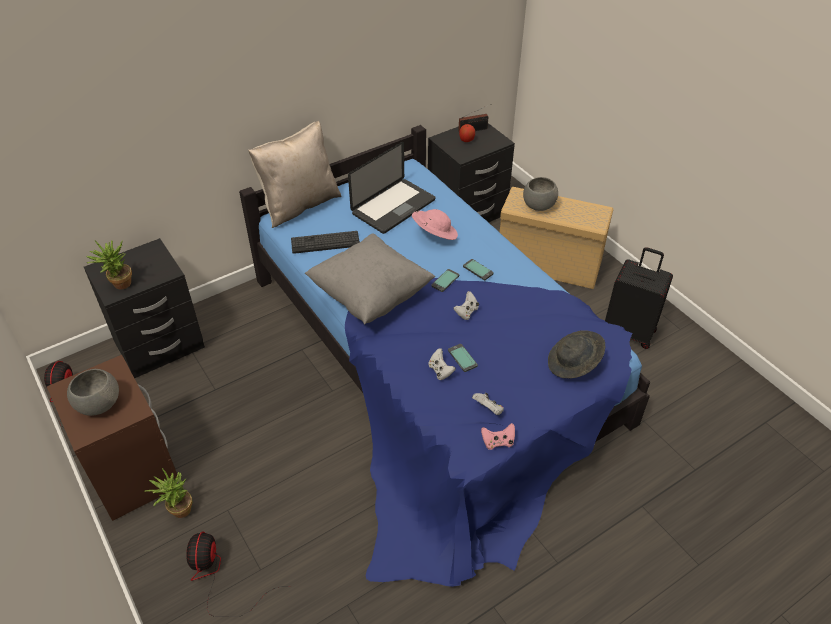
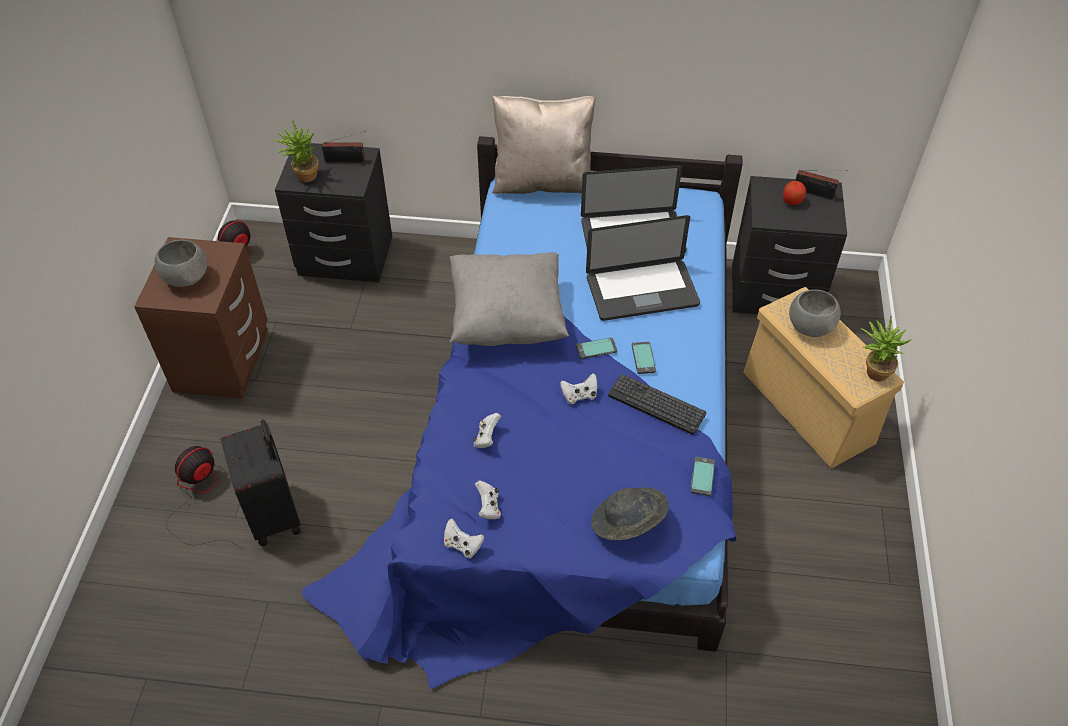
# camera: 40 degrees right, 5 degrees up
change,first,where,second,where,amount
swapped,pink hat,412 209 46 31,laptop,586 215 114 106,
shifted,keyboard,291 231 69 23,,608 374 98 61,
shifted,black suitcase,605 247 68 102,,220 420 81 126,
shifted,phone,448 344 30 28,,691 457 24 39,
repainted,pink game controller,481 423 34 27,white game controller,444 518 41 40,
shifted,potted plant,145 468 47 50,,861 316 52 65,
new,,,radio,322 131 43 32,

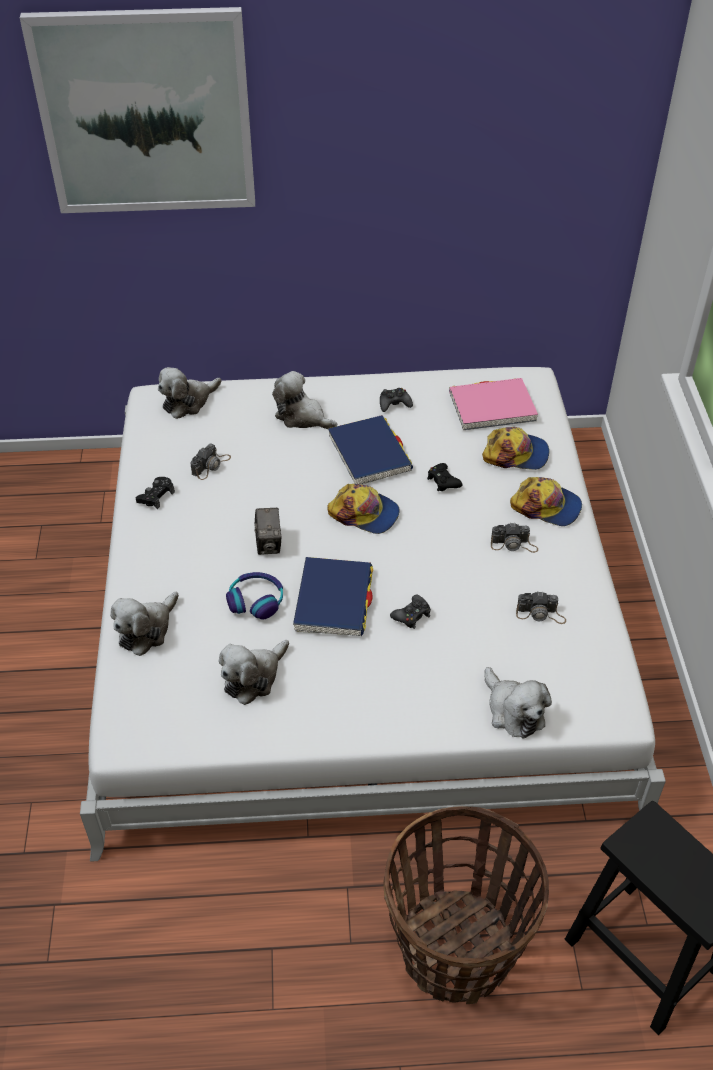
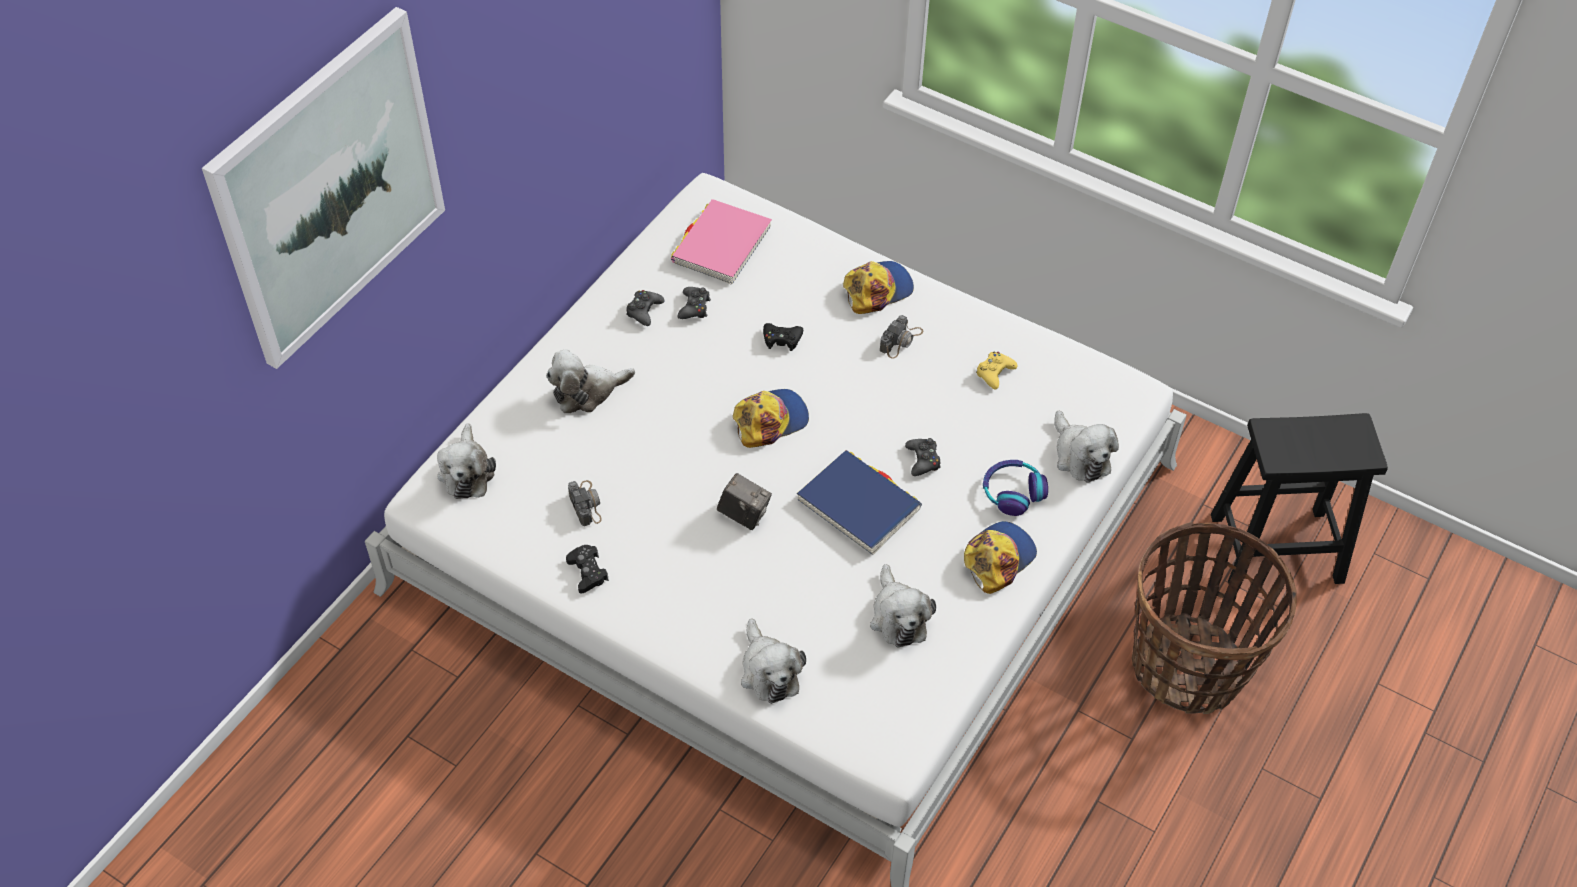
# camera: 55 degrees left, 5 degrees up
change,first,where,second,where,amount
gone,blue book,328 415 85 70,,,
shifted,cap,482 427 67 43,,964 521 73 73,
shifted,headphones,226 572 57 48,,983 460 65 56,
swapped,photo camera,516 591 50 33,yellow game controller,976 352 41 38,
rotated,plush toy,484 667 68 72,,1054 411 65 72,60 degrees clockwise
new,,,black game controller,678 287 33 32,

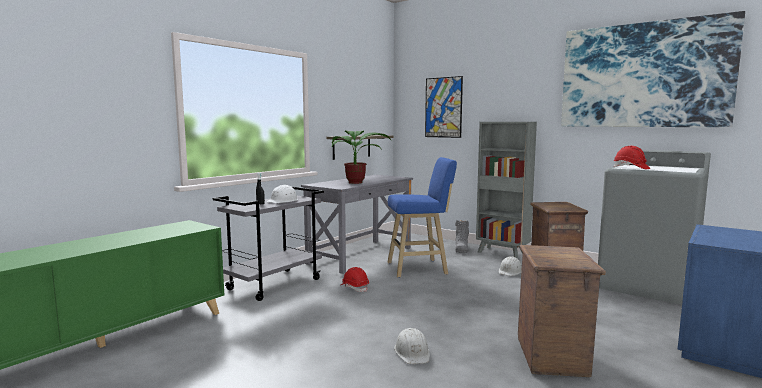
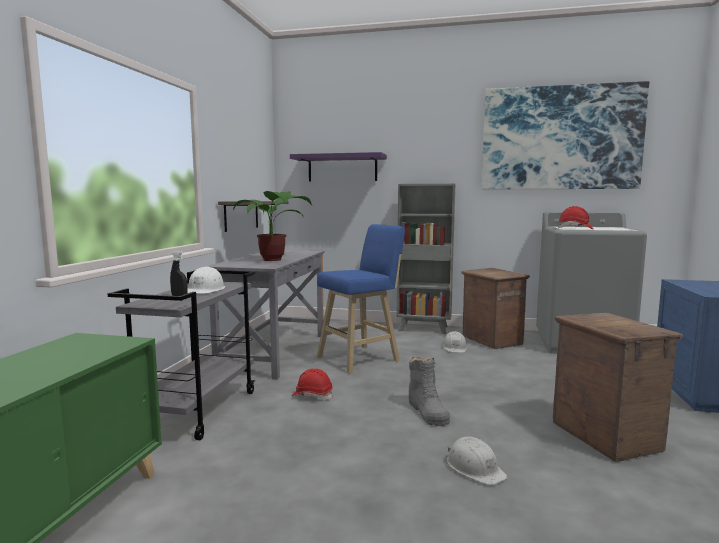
# camera: 25 degrees left, 0 degrees up
change,first,where,second,where,amount
swapped,picture,425 76 38 62,purple shelf,290 152 97 29,
shifted,grey boot,455 220 14 33,,408 357 42 69,

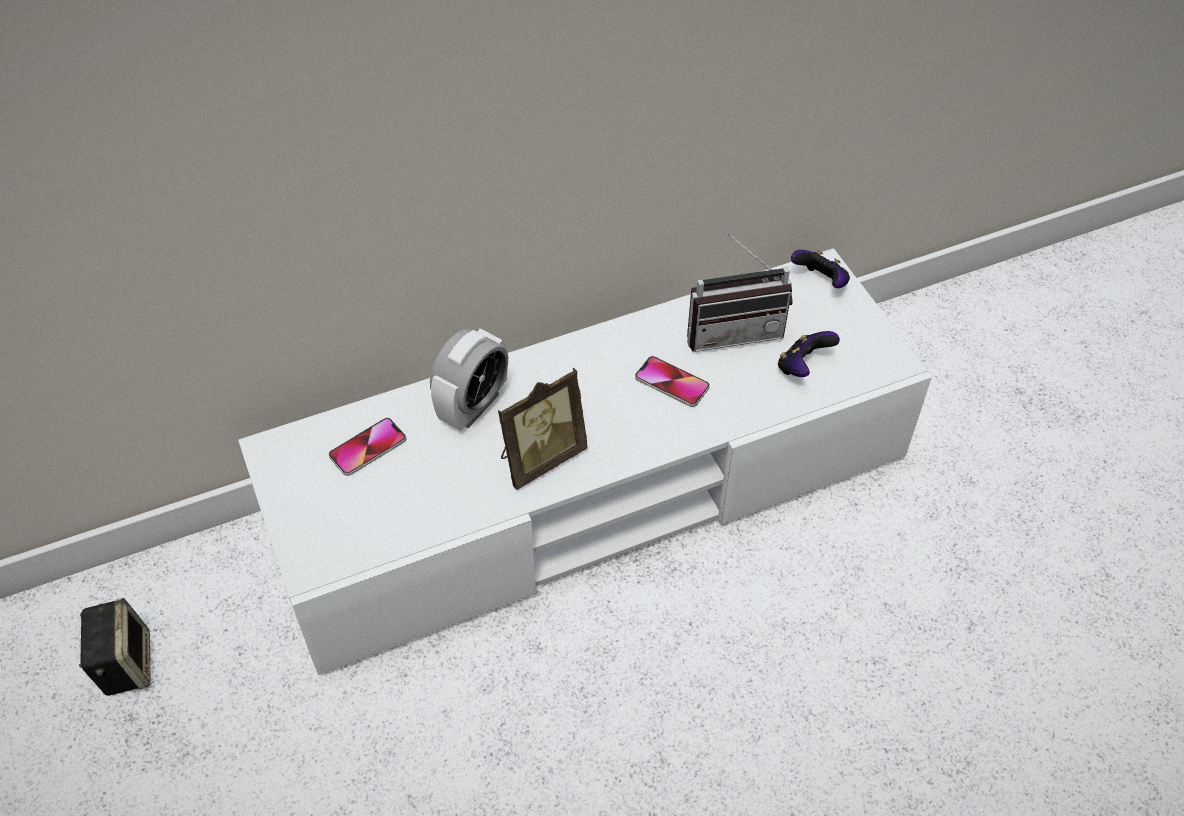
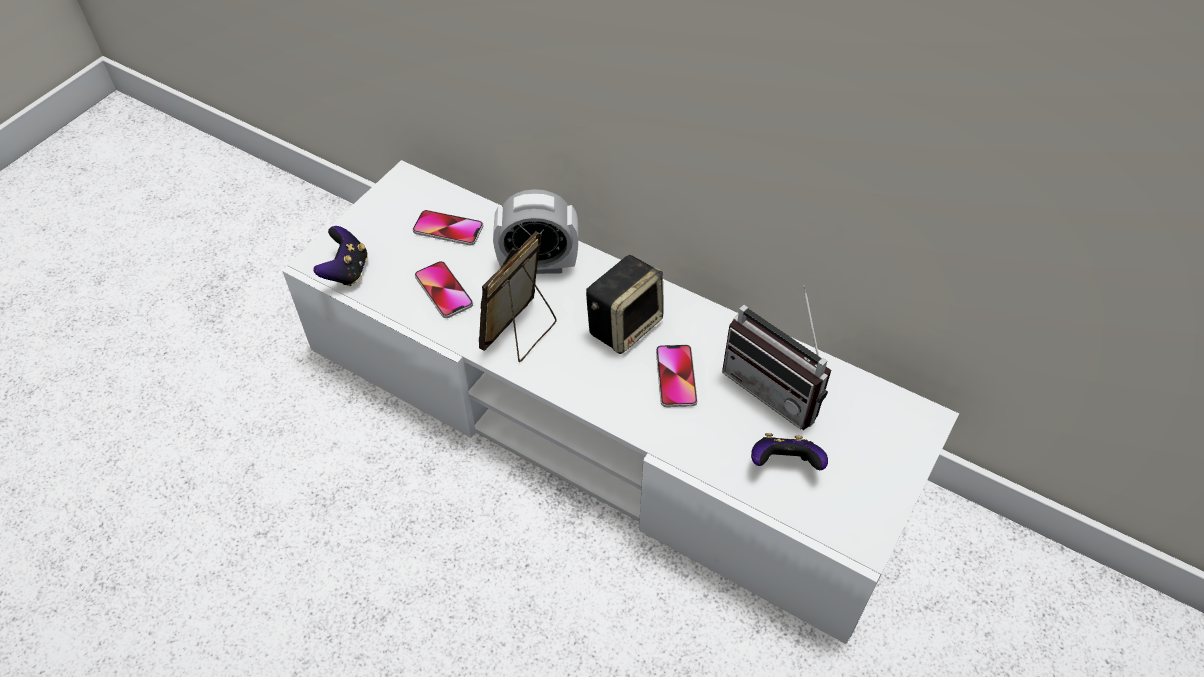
# camera: 55 degrees right, 0 degrees up
change,first,where,second,where,amount
shifted,game controller,791 250 59 38,,314 226 54 60,
rotated,picture frame,498 368 89 122,,479 232 78 130,105 degrees clockwise
shifted,speaker,79 598 71 98,,586 255 77 99,
new,,,phone,415 261 58 57,

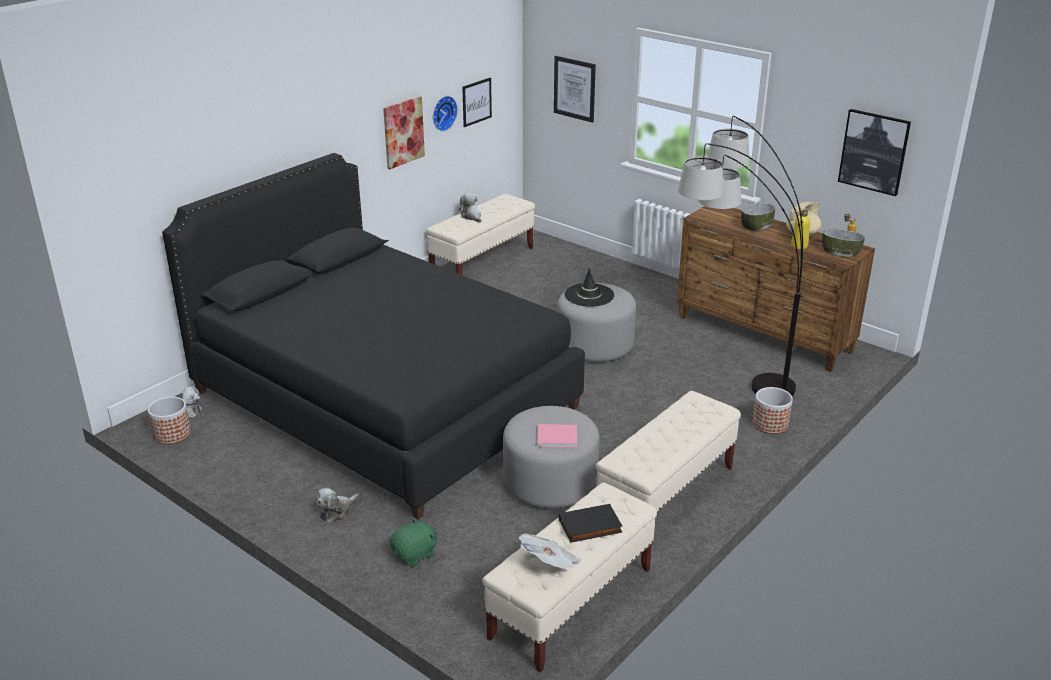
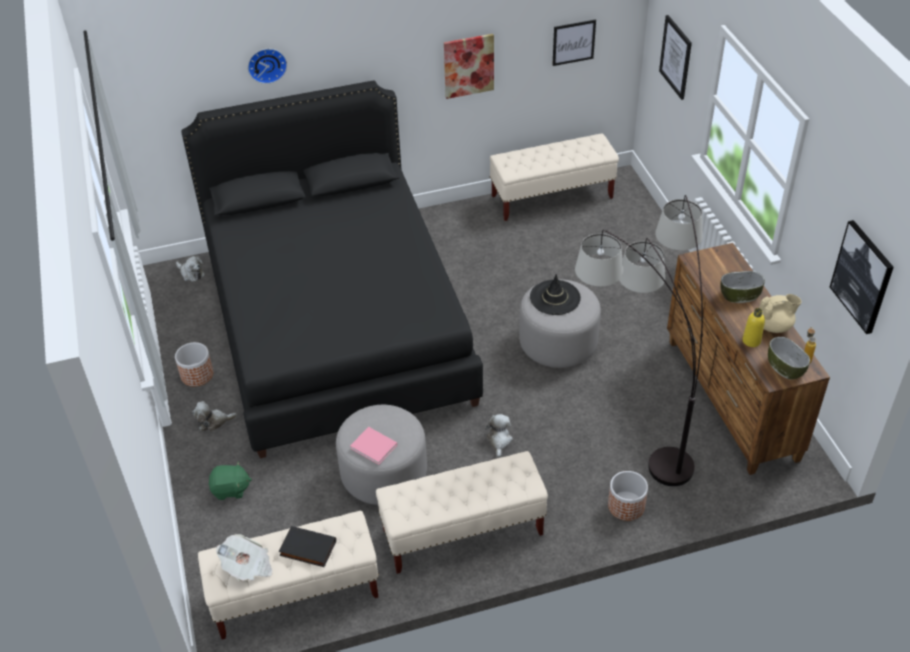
# camera: 35 degrees right, 15 degrees up
change,first,where,second,where,amount
shifted,wall clock,433 96 25 35,,248 49 39 35,
shifted,plush toy,459 193 22 29,,485 414 28 44,
shifted,planter,148 397 43 47,,175 342 38 45,

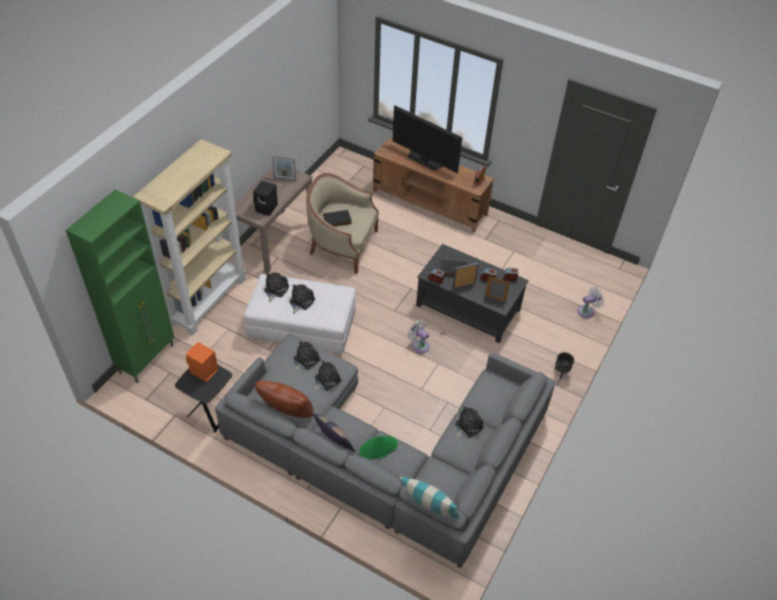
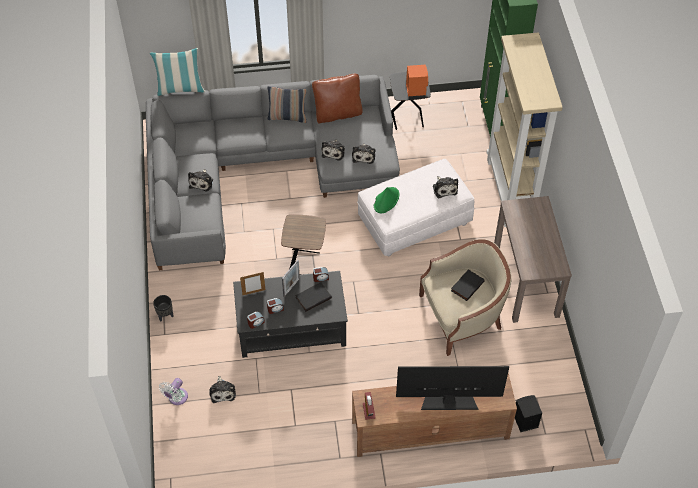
# camera: 145 degrees right, 5 degrees up
change,first,where,second,where,amount
gone,picture frame,272 155 24 26,,,
shifted,black speaker,253 180 25 36,,515 395 27 37,
shifted,plush toy,290 284 25 30,,210 376 26 27,
swapped,white fan,407 319 23 34,brown side table,281 214 45 61,
shifted,green hat,359 436 39 24,,374 187 25 26,

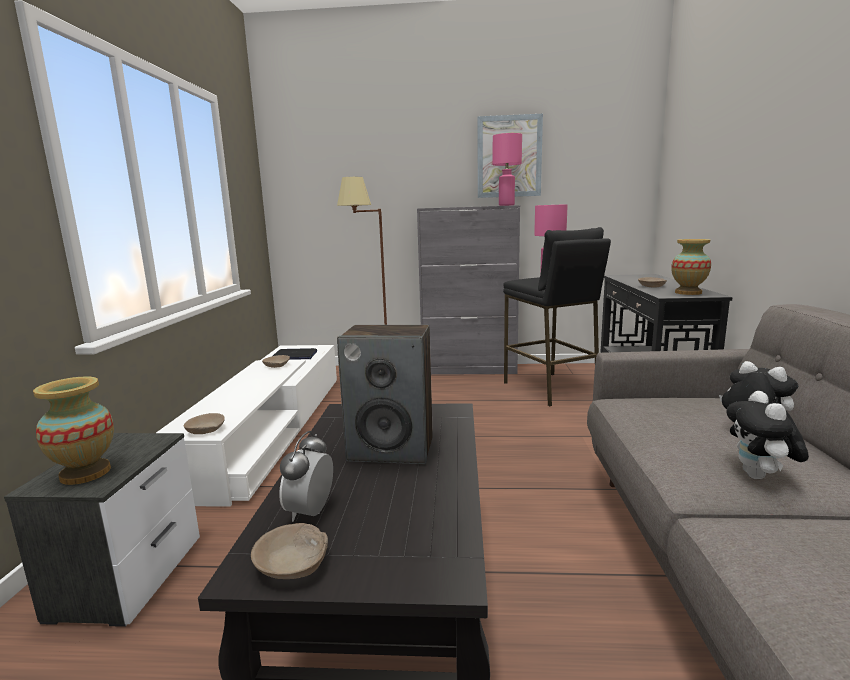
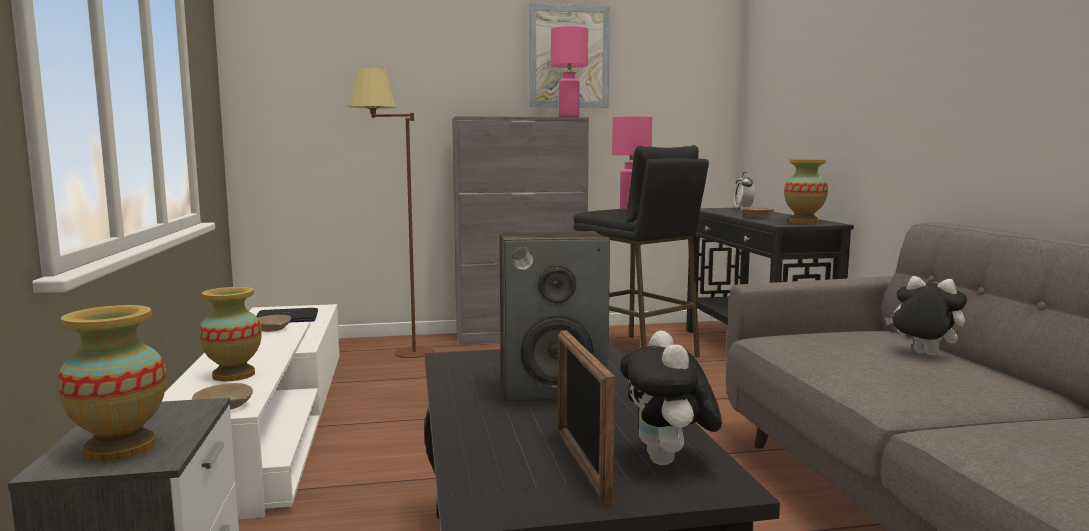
# camera: 15 degrees left, 5 degrees down
change,first,where,second,where,amount
shifted,plush toy,727 391 82 88,,620 331 102 134,
shifted,alarm clock,279 431 54 91,,734 172 21 38,
gone,beige bowl,251 523 77 56,,,
new,,,vase,199 287 63 94,
new,,,picture frame,558 330 57 174,

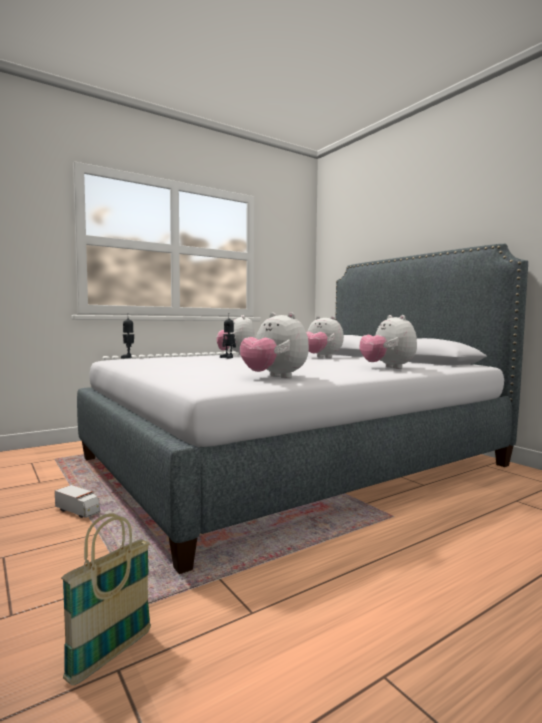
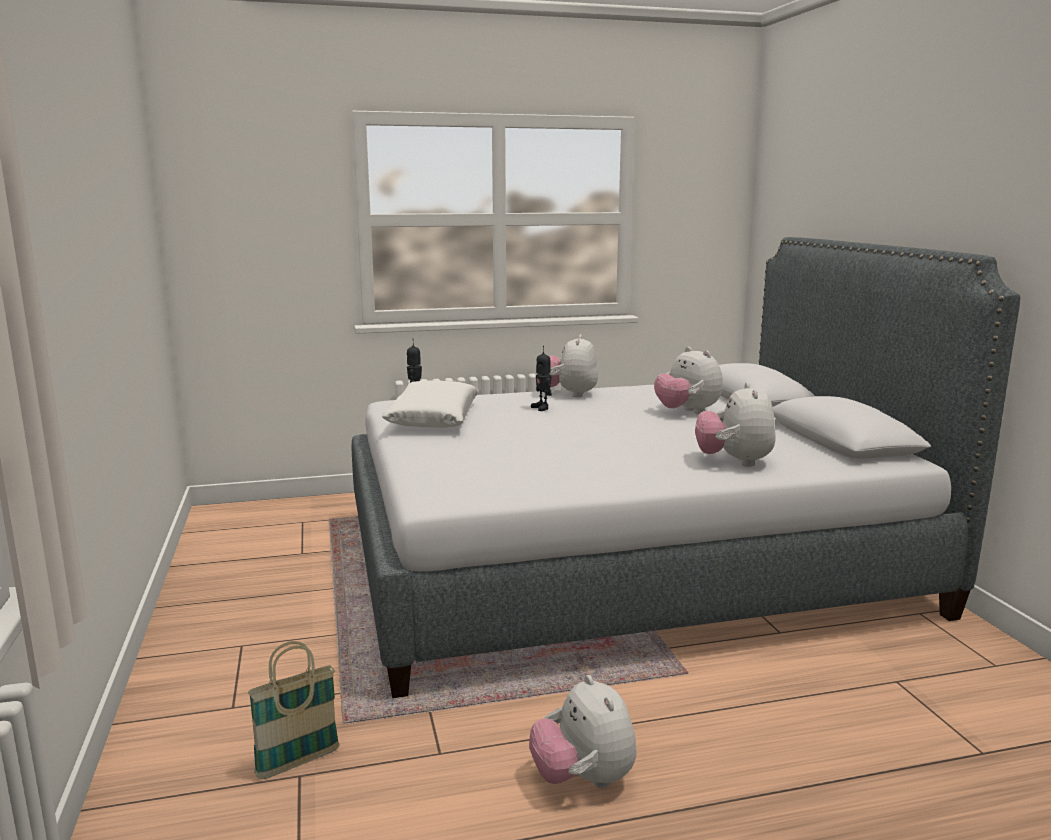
# camera: 20 degrees right, 10 degrees up
change,first,where,second,where,amount
shifted,plush toy,240 312 69 66,,529 675 108 113,
gone,toy truck,55 485 45 33,,,
new,,,white pillow,382 380 97 48,

